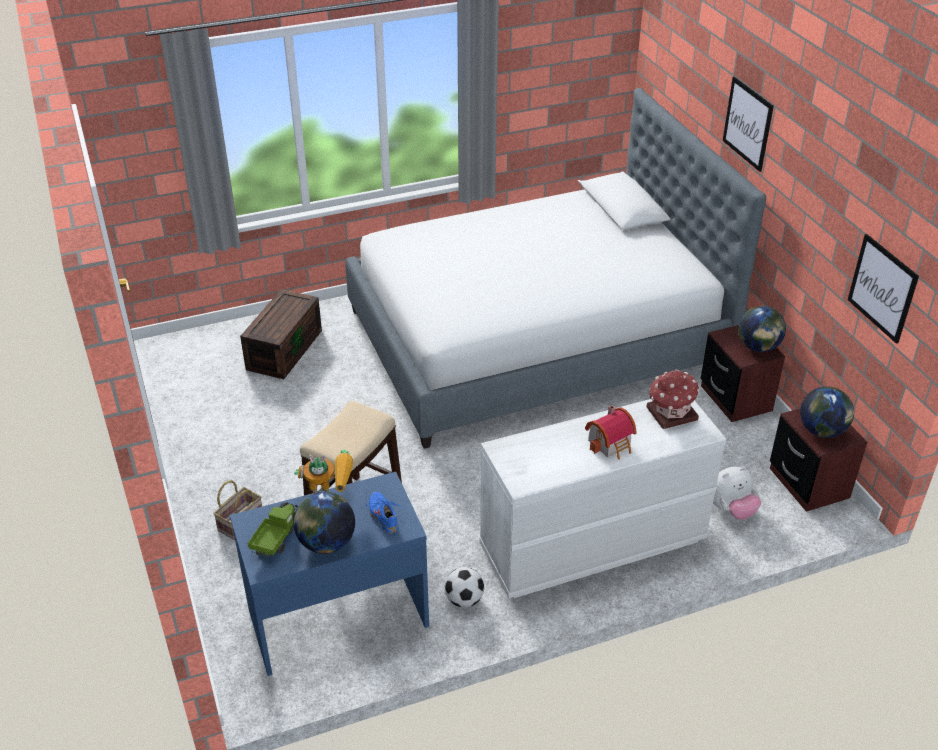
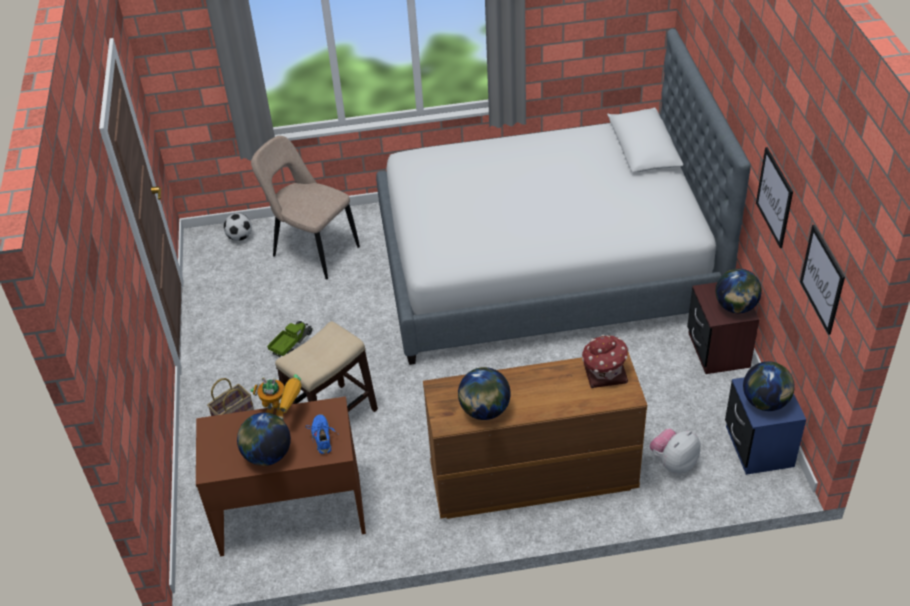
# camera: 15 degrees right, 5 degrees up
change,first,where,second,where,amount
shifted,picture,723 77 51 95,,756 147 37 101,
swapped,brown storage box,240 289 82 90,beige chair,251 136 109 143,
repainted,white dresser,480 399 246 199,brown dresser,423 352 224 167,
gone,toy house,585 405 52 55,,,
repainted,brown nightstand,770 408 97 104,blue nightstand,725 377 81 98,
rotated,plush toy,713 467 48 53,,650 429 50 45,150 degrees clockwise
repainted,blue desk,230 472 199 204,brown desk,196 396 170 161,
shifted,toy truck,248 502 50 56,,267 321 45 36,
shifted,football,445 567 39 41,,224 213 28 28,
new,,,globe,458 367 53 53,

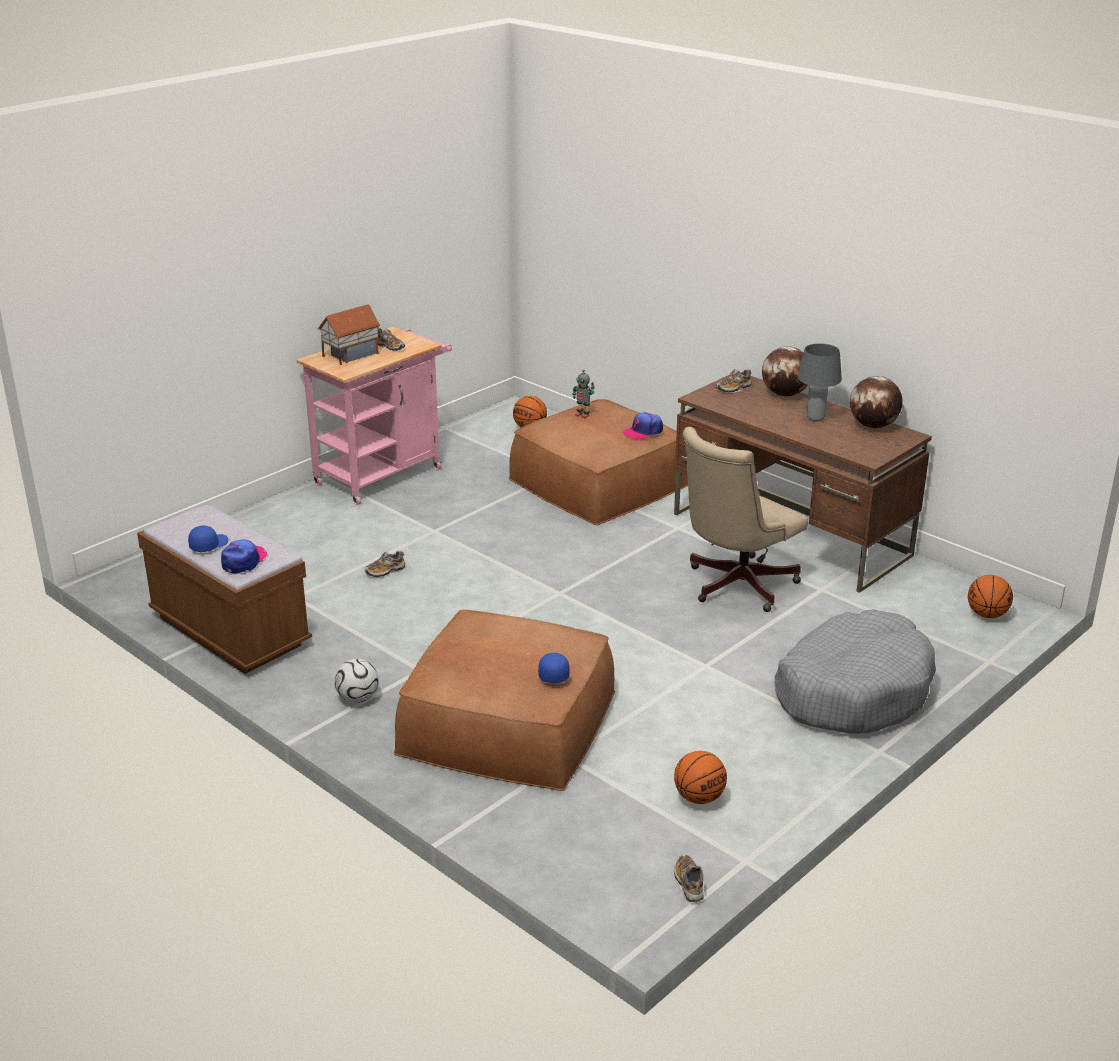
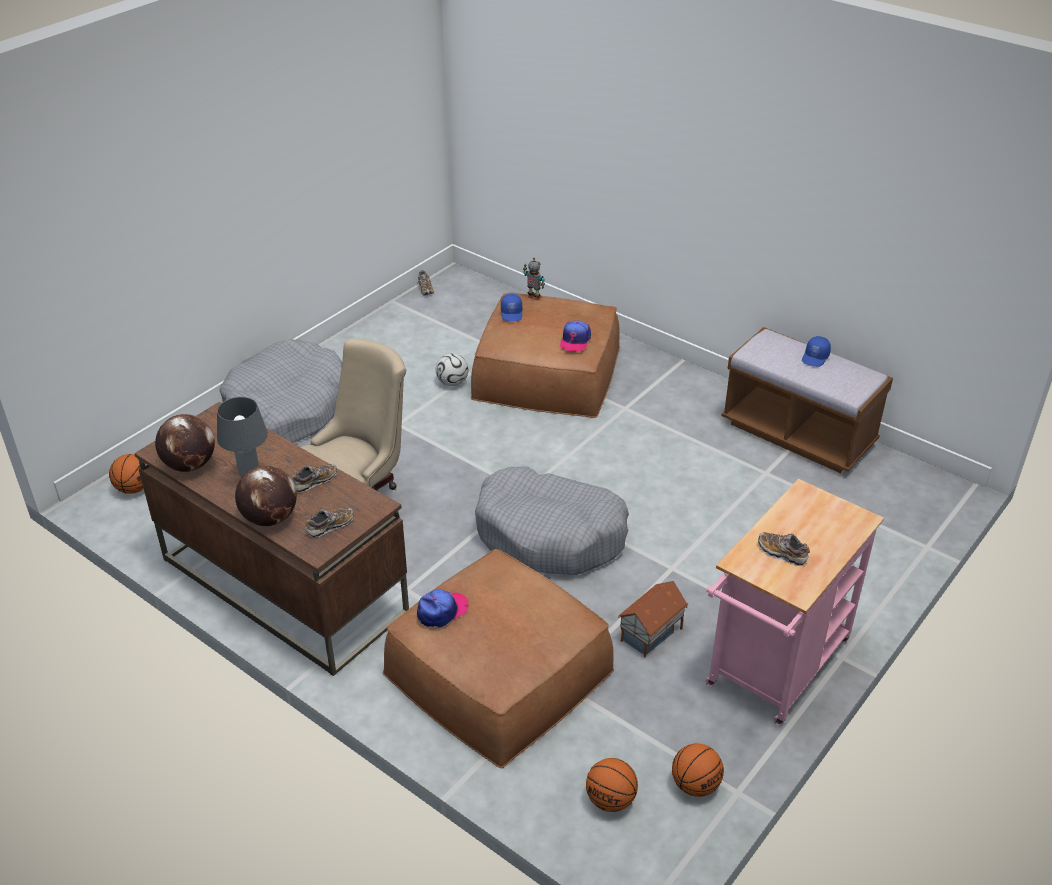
# camera: 175 degrees right, 10 degrees up
change,first,where,second,where,amount
shifted,toy house,317 304 63 61,,618 581 70 76,
shifted,toy robot,572 369 23 49,,523 257 22 43,
shifted,cap,221 540 46 34,,560 321 31 31,
shifted,shoe,365 551 41 26,,292 464 45 28,
shifted,football,335 659 44 44,,436 353 32 33,
shifted,basketball,674 751 53 53,,672 743 52 54,
new,,,grey dog bed,475 467 154 108,

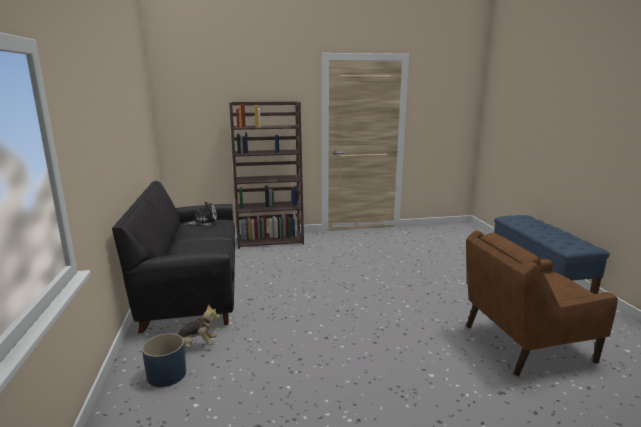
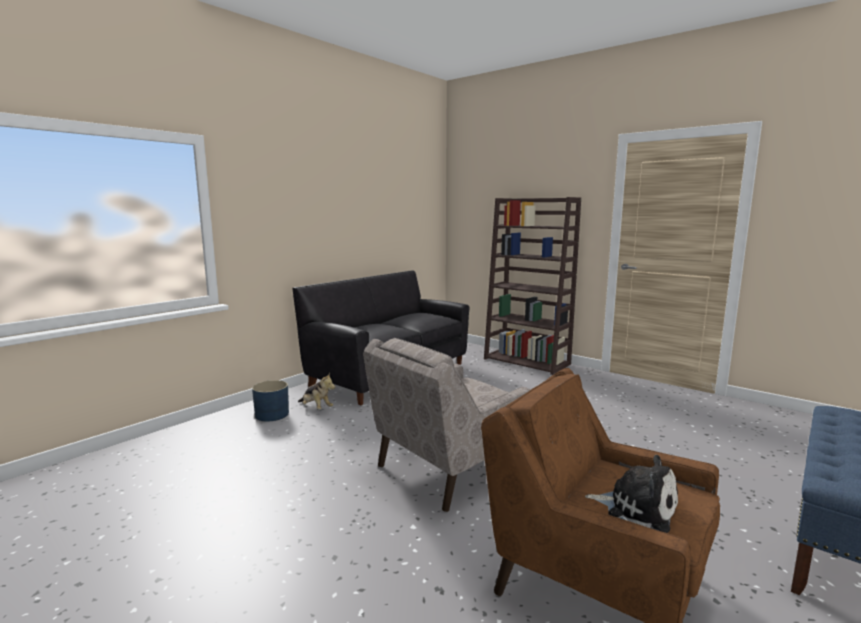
# camera: 50 degrees right, 5 degrees down
change,first,where,second,where,amount
shifted,plush toy,184 202 33 24,,585 455 93 78,
new,,,beige armchair,363 338 168 174,

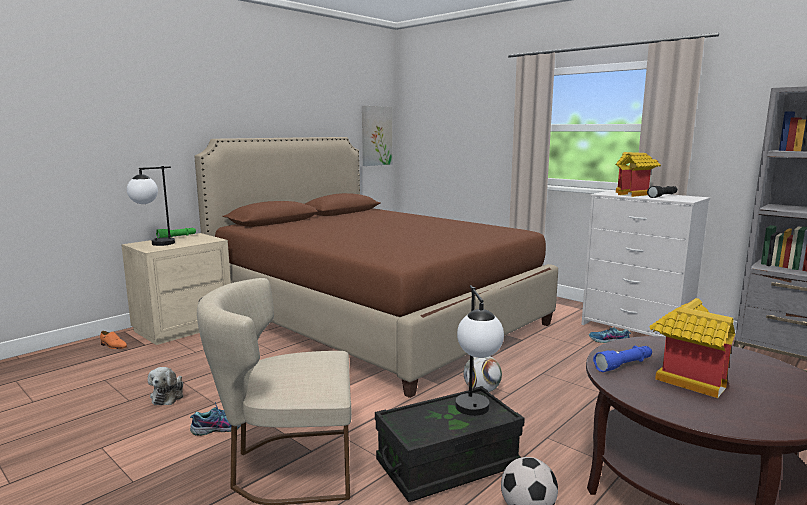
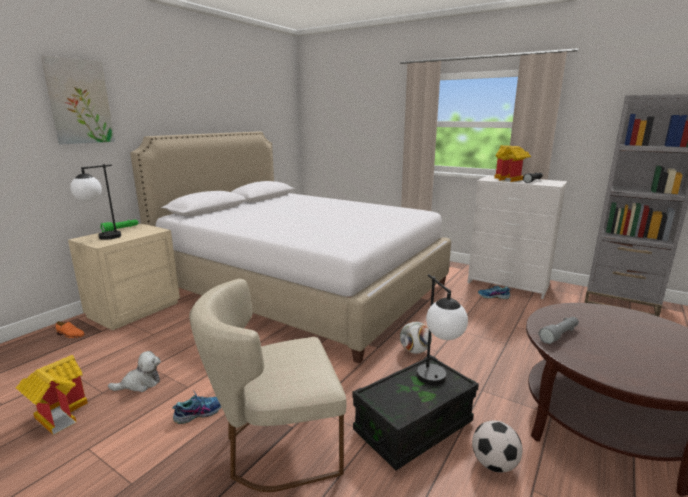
# camera: 10 degrees left, 5 degrees up
change,first,where,second,where,amount
shifted,picture,362 106 30 60,,41 55 74 89,
repainted,brown bed,195 137 363 261,white bed,130 131 321 233,
shifted,toy house,650 298 85 100,,16 355 72 80,
repainted,blue flashlight,593 346 59 26,grey flashlight,538 317 41 27,
rotated,plush toy,148 367 35 38,,108 351 53 41,105 degrees counterclockwise

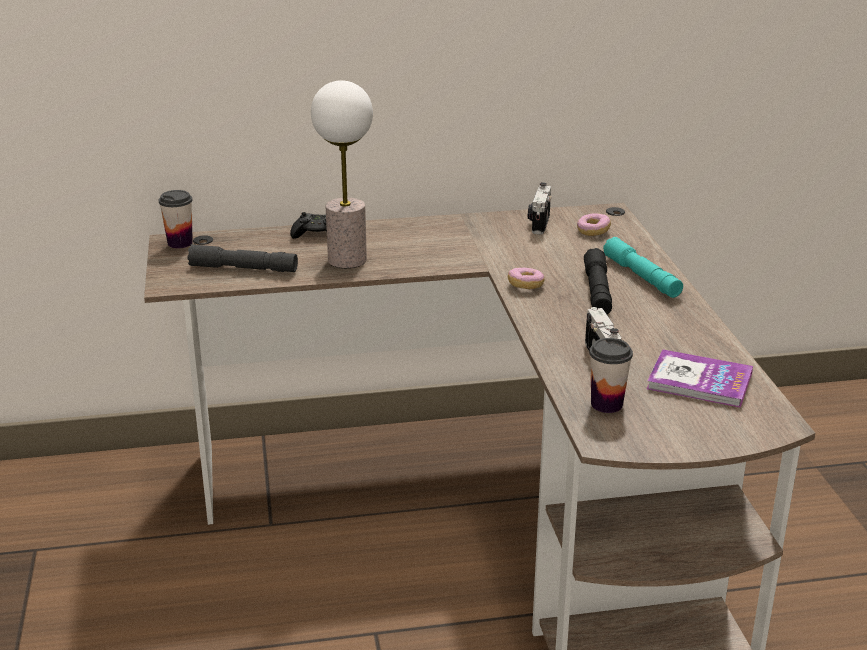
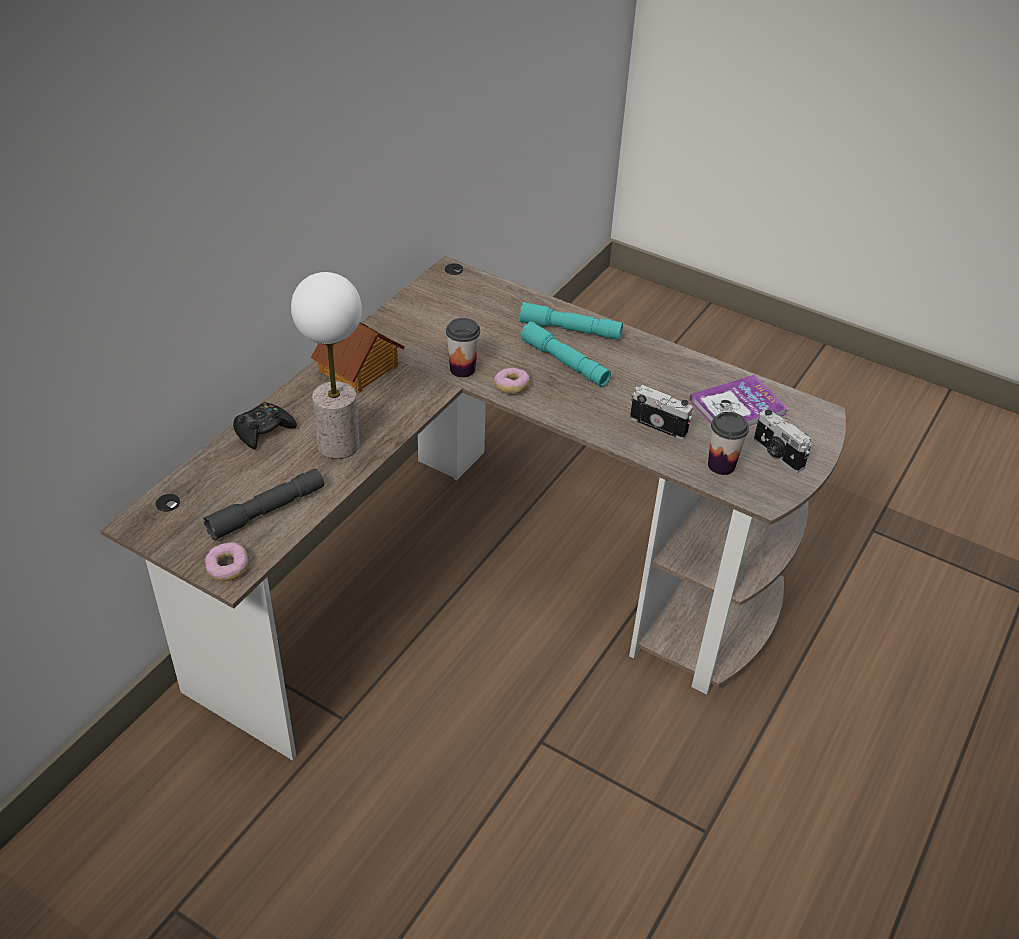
# camera: 50 degrees left, 15 degrees up
change,first,where,second,where,amount
shifted,photo camera,528 182 23 52,,754 409 57 63,
shifted,cup,159 190 34 58,,446 318 34 59,
shifted,donut,577 213 34 23,,205 542 43 39,
repainted,black flashlight,584 248 28 66,turquoise flashlight,521 322 90 65,
new,,,toy house,311 322 94 72,

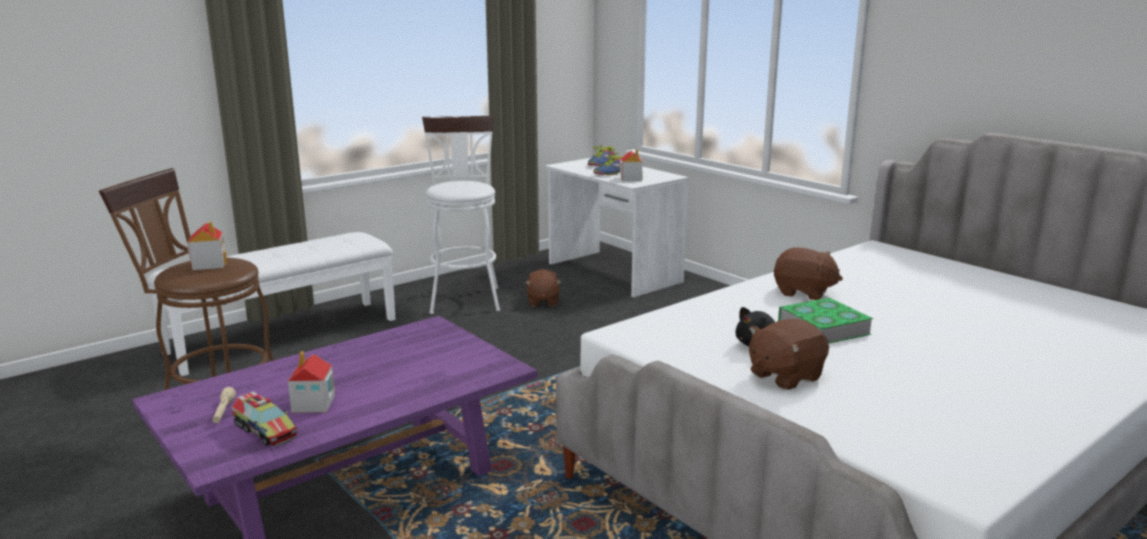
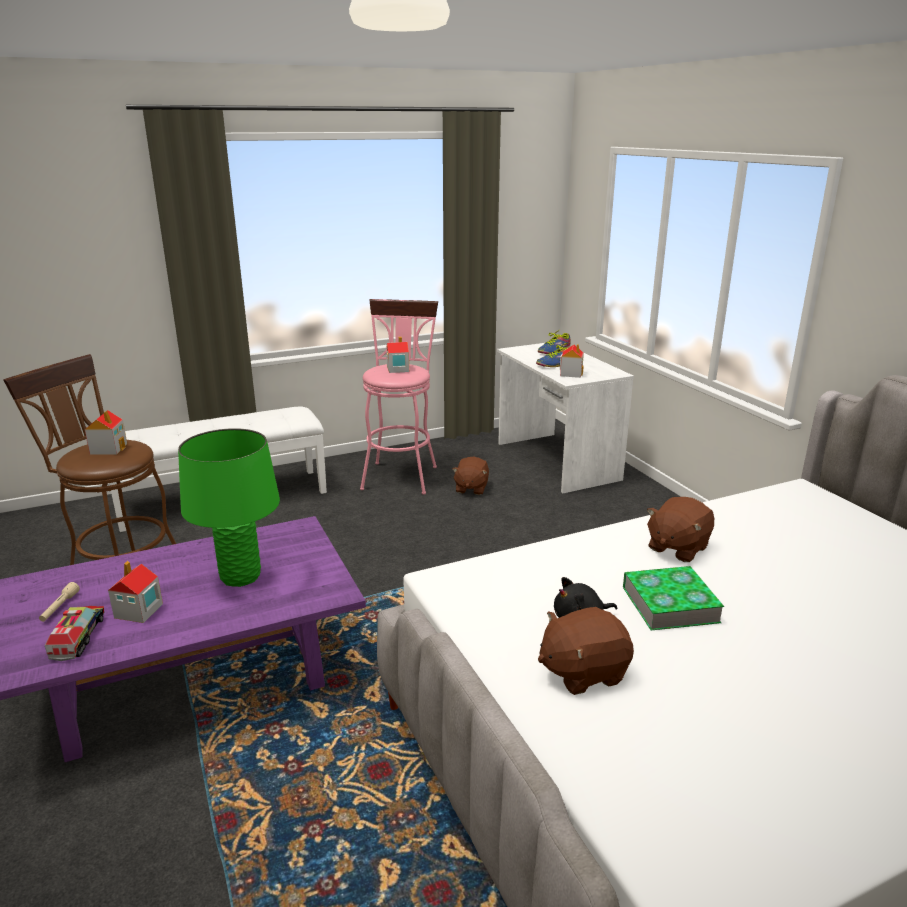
# camera: 15 degrees right, 5 degrees up
change,first,where,second,where,amount
repainted,white stool,422 116 78 198,pink stool,360 299 78 196,
rotated,brown plush toy,774 248 69 52,,647 497 67 65,90 degrees clockwise
rotated,toy truck,231 391 66 56,,45 606 60 55,150 degrees counterclockwise
new,,,toy house,386 337 23 36,
new,,,green table lamp,178 428 102 159,

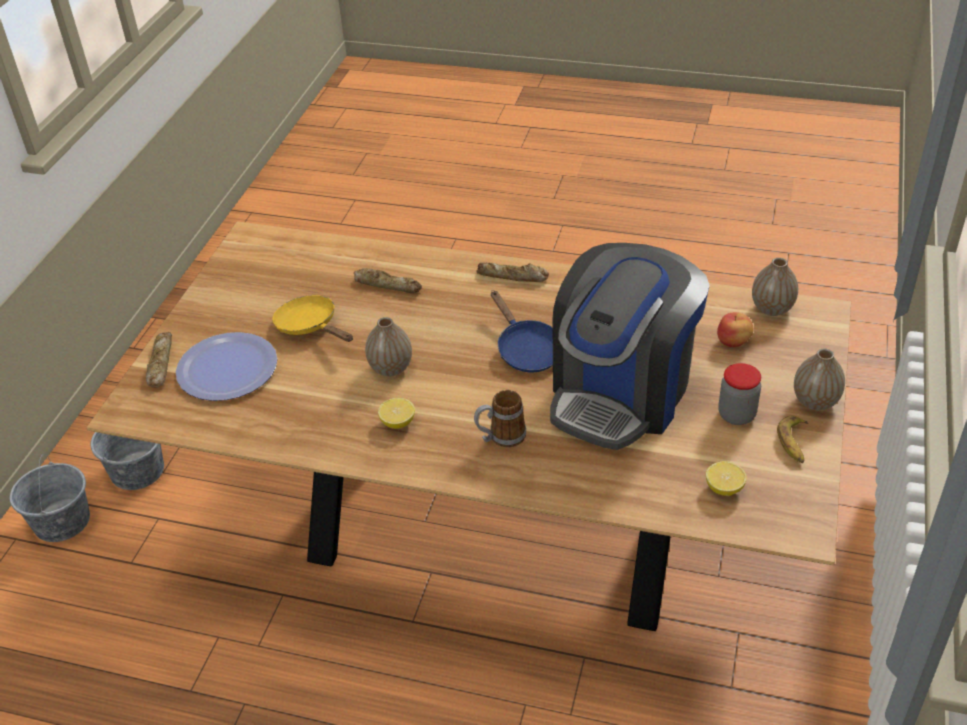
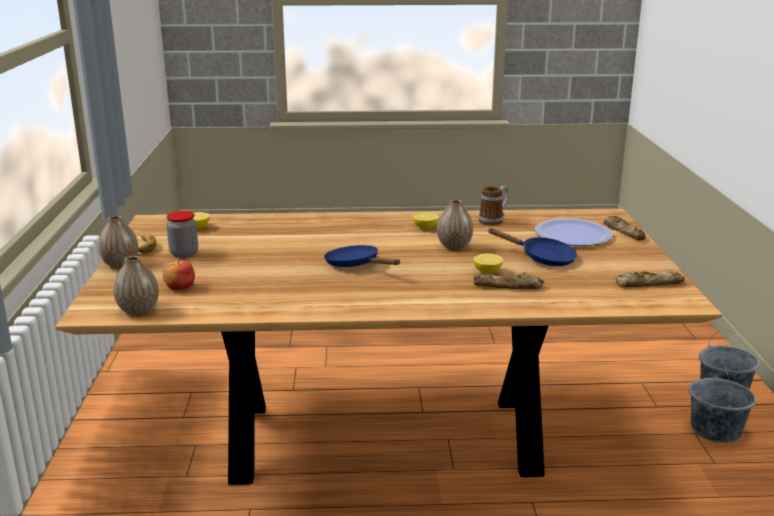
# camera: 160 degrees right, 20 degrees down
change,first,where,second,where,amount
gone,coffee machine,550 243 160 207,,,
shifted,bread,476 262 73 20,,615 271 70 16,
repainted,yellow frying pan,272 295 81 47,blue frying pan,489 228 88 38,
shifted,mug,474 390 52 57,,479 186 30 40,
new,,,lemon,473 254 30 20,

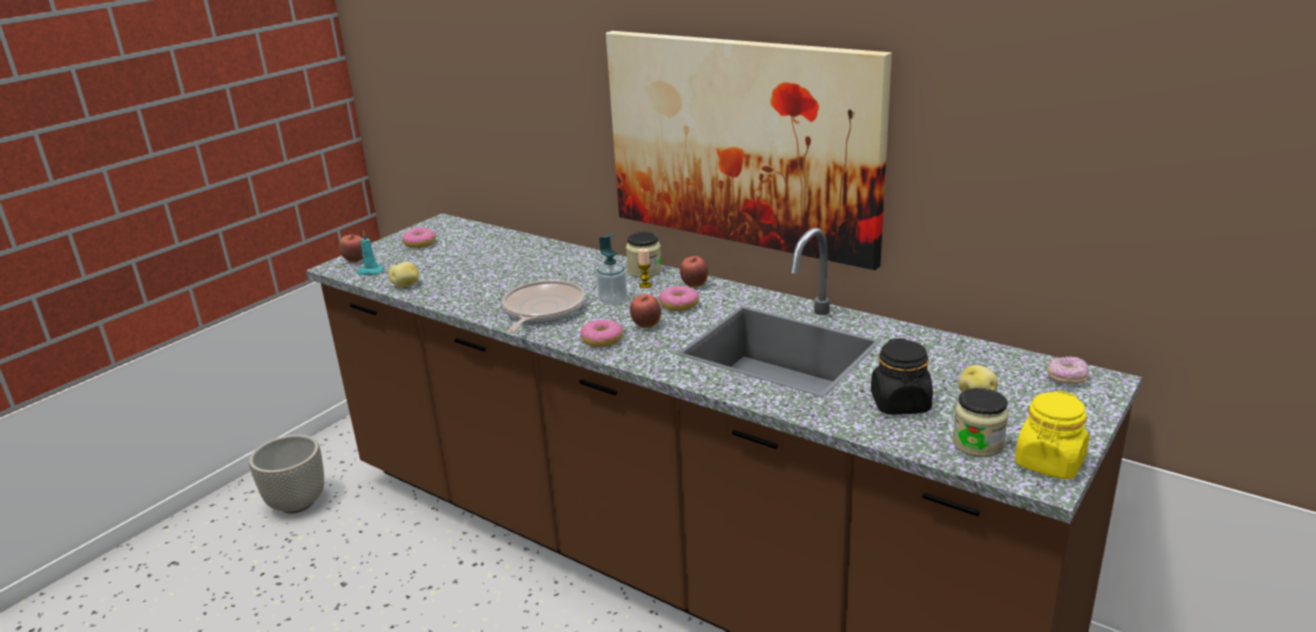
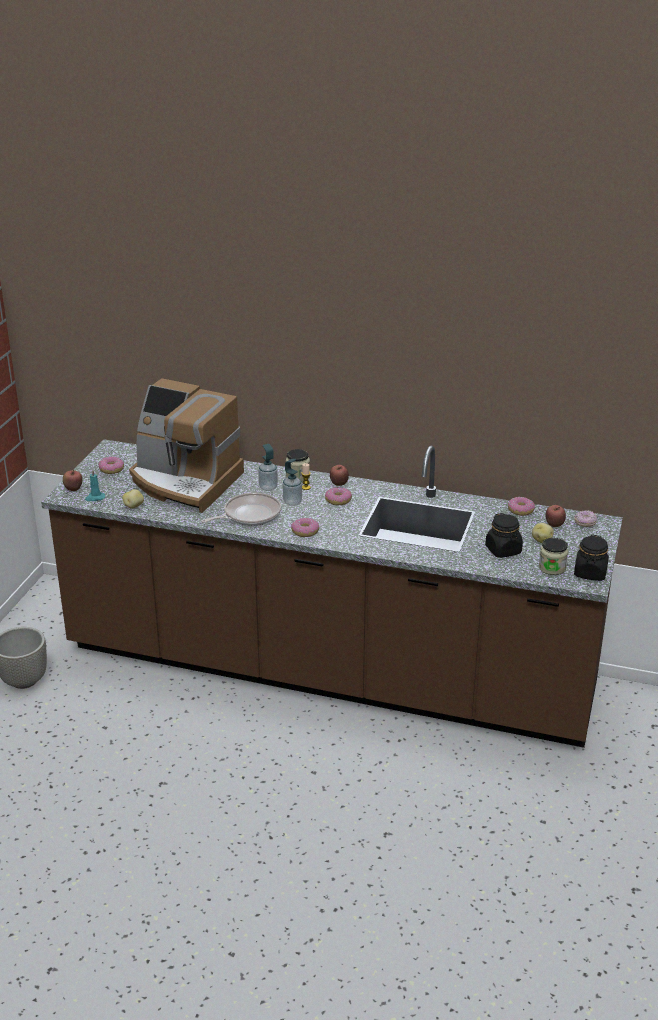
# camera: 20 degrees left, 5 degrees up
change,first,where,second,where,amount
gone,picture,606 31 286 239,,,
rotated,frying pan,502 280 83 53,,201 493 80 33,60 degrees clockwise
shifted,apple,630 294 31 34,,545 505 21 22,
repainted,yellow jar,1015 390 74 90,black jar,574 535 35 46,
new,,,coffee machine,129 378 115 135,
new,,,soap dispenser,258 444 20 47,
new,,,donut,508 497 27 19,

